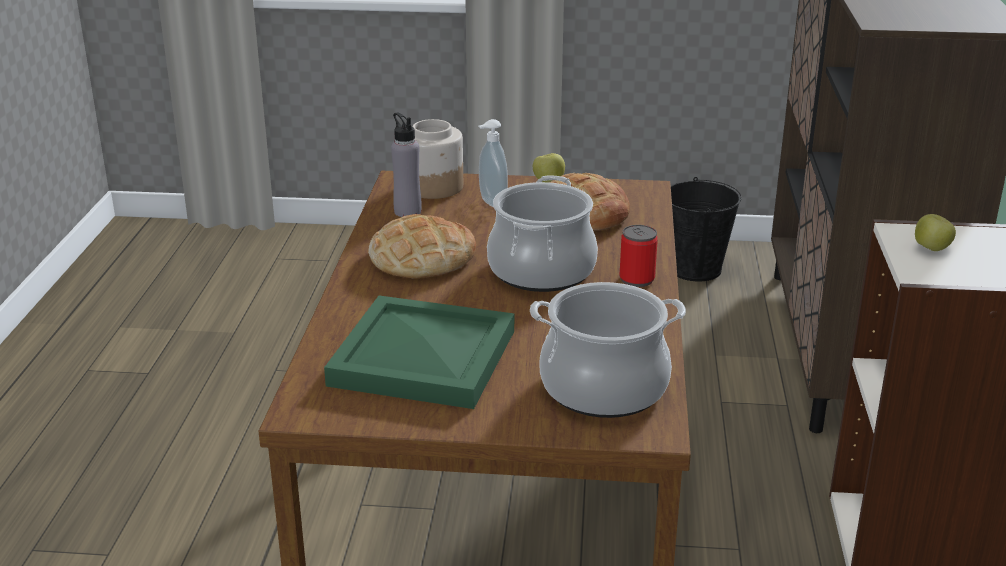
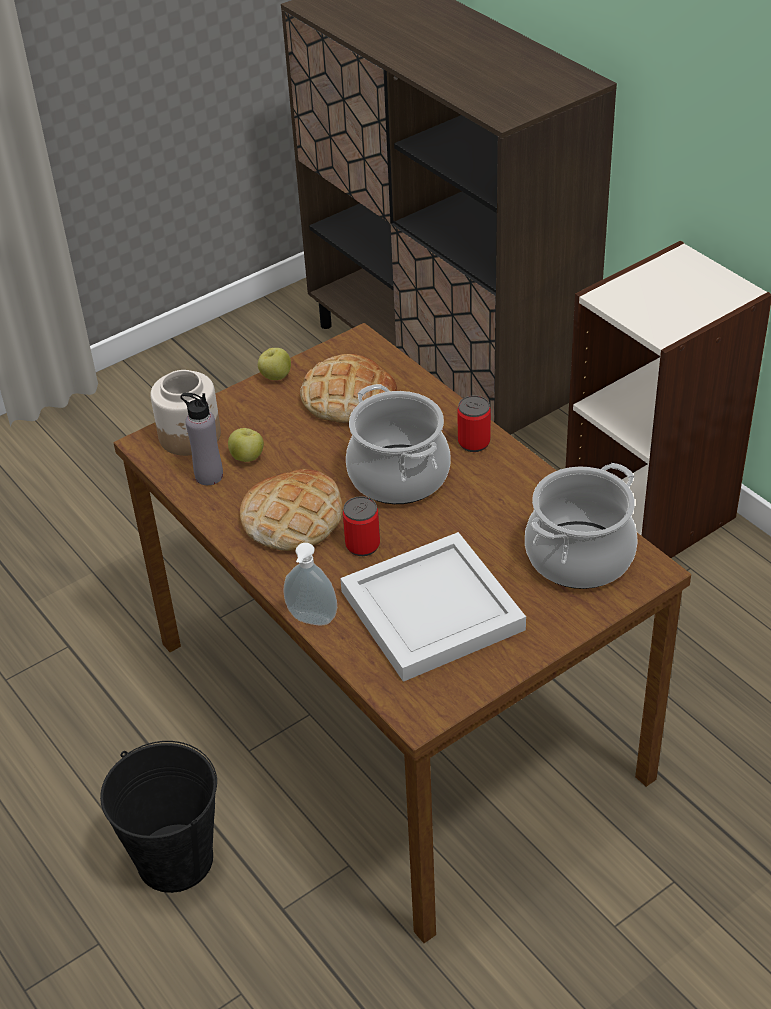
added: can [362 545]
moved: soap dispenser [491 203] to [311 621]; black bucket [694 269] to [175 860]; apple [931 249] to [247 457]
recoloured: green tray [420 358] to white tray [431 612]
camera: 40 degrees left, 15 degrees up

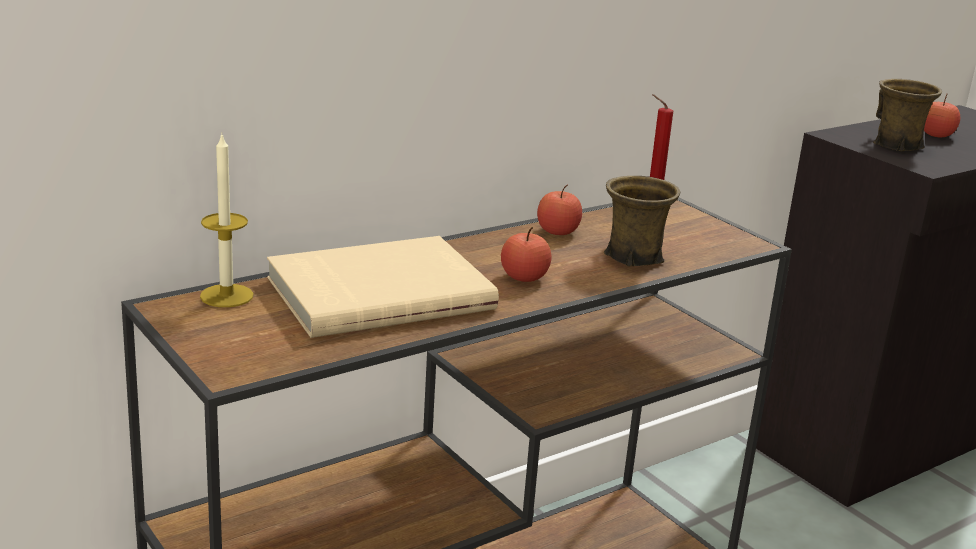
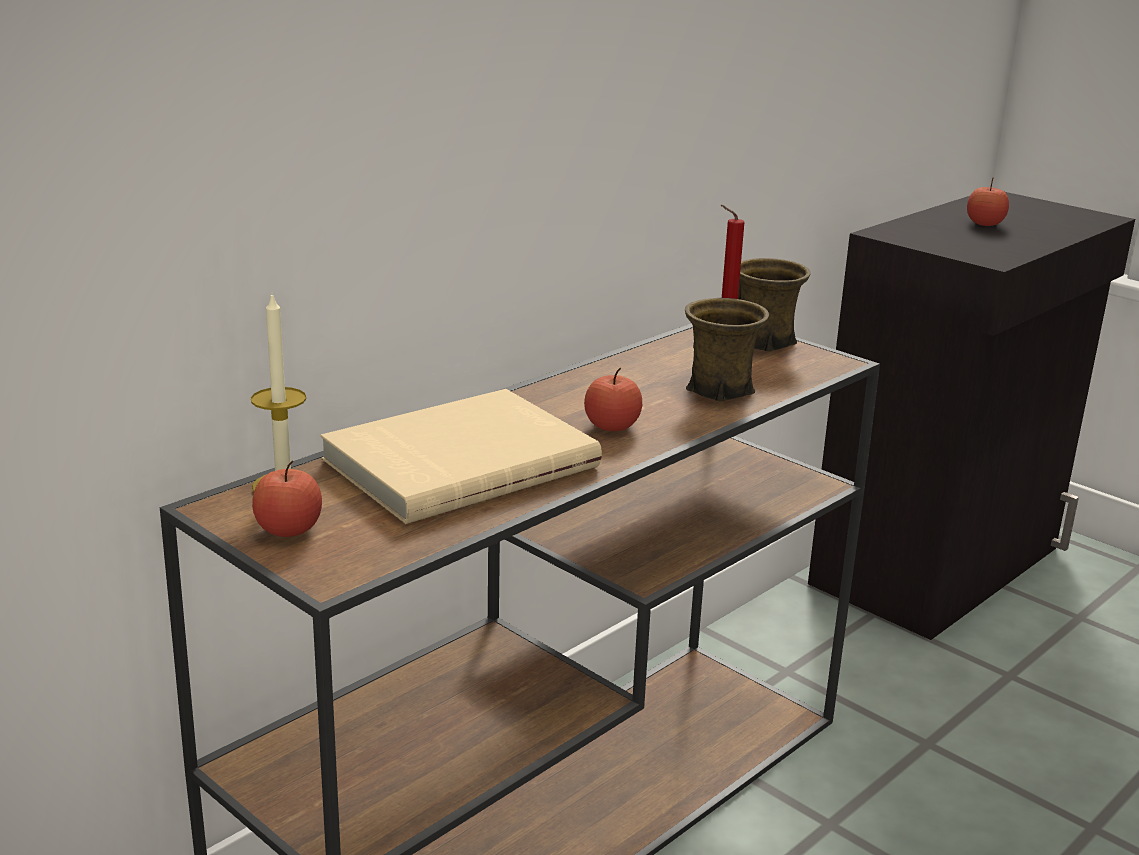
moved: apple [557 232] to [289 530]; brown mug [896 145] to [763 342]
camera: 10 degrees left, 0 degrees up

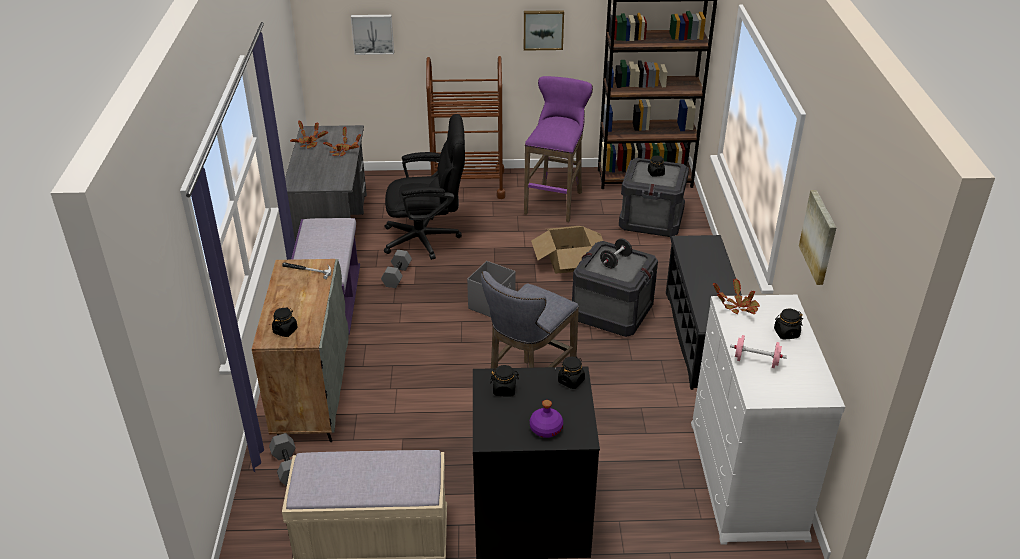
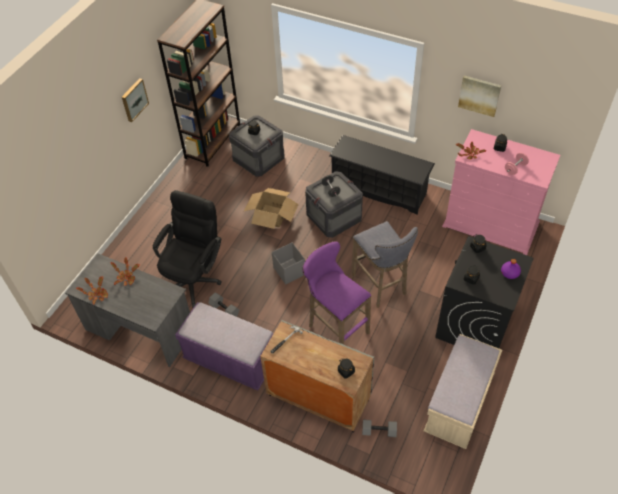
removed: picture [373 33]; brown cart [467 184]
moved: purple stool [555 201] to [336 328]
recoloured: white dresser [747 479] to pink dresser [491 224]
camera: 60 degrees left, 15 degrees up

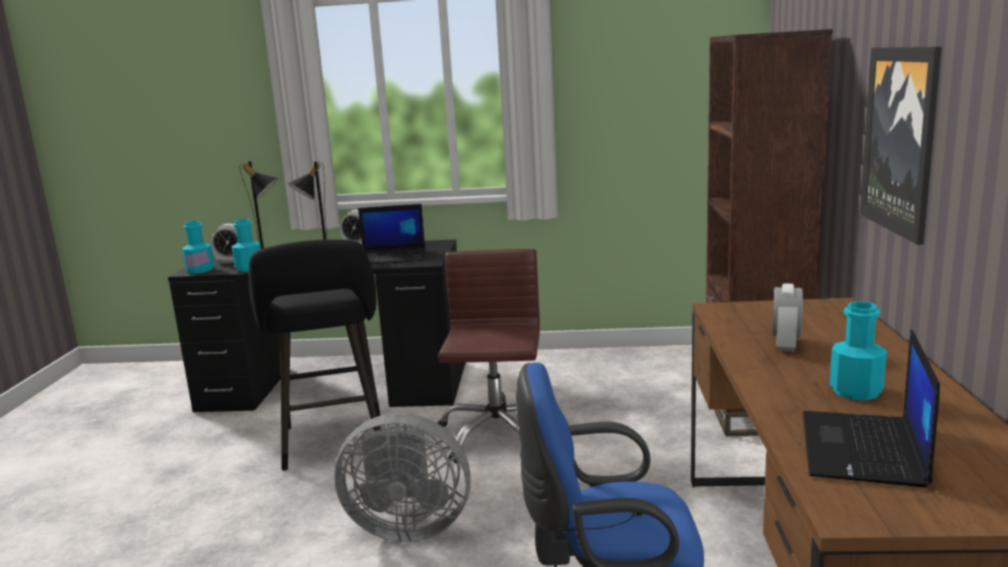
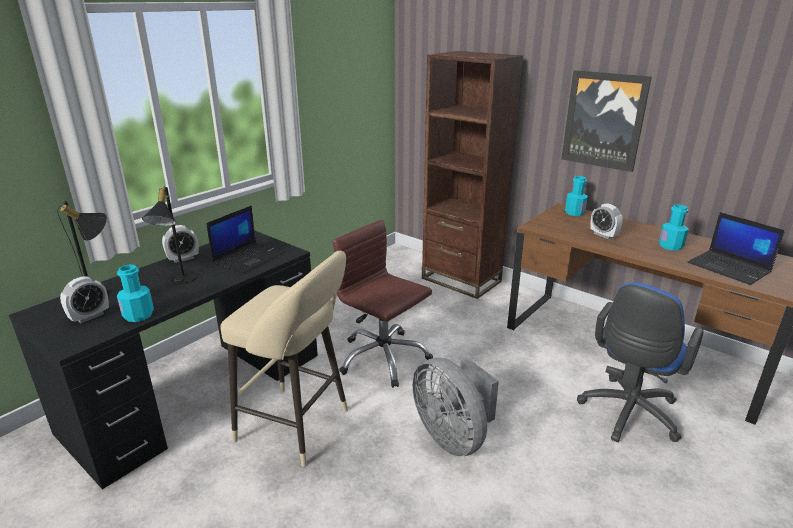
moved: turquoise bottle [200 270] to [574 213]
recoloured: black stool [334 444] to beige stool [298 427]
turned: grey fan [407 527] = [453 436] 105 degrees clockwise
camera: 55 degrees left, 10 degrees up

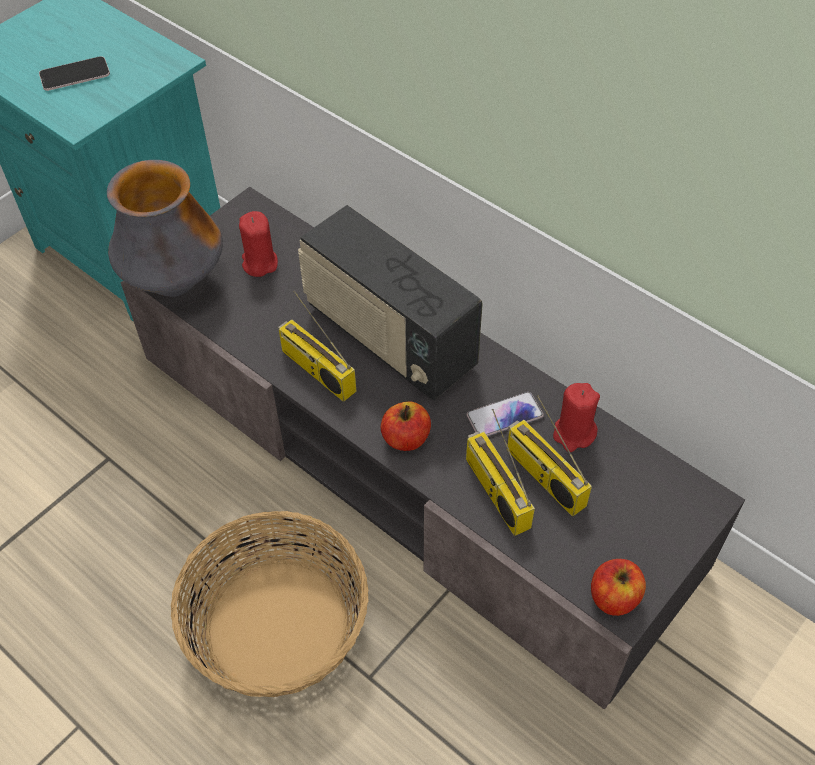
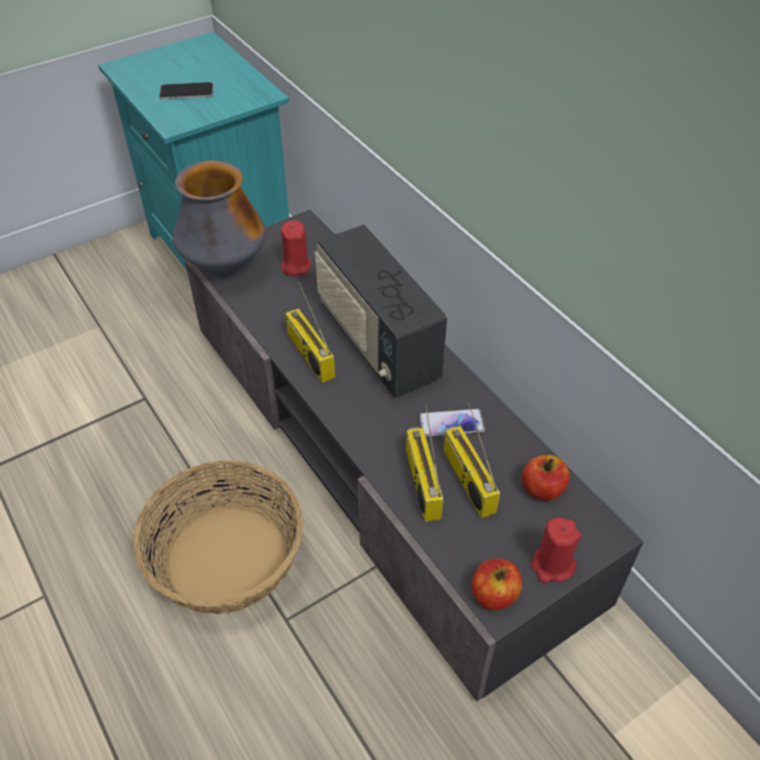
moved: apple [406 438] to [543 489]; red candle [574 433] to [552 565]
camera: 15 degrees right, 5 degrees down

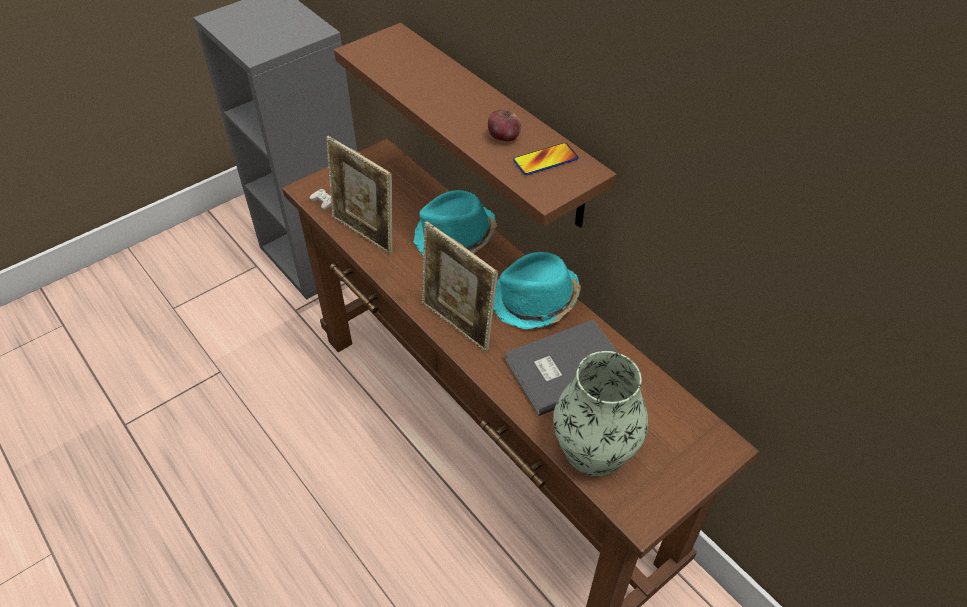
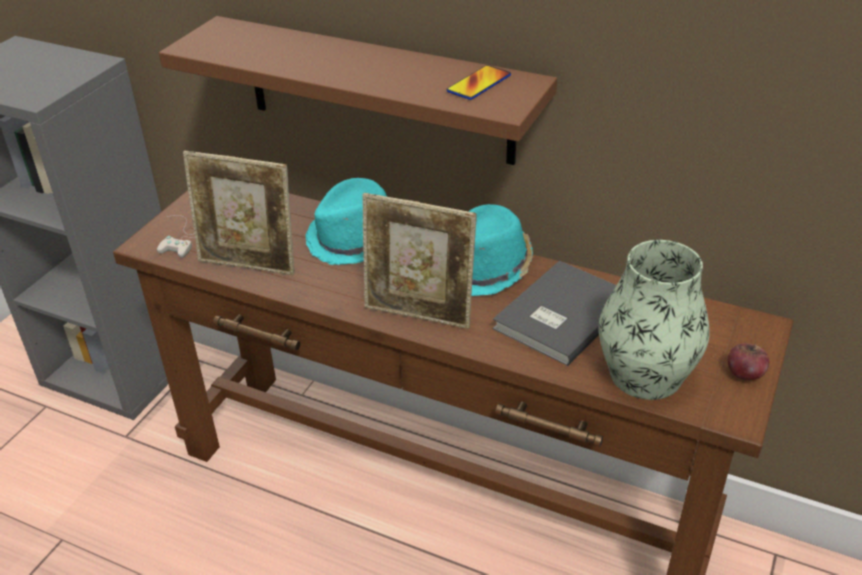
moved: apple [504 137] to [744 374]
camera: 25 degrees left, 10 degrees down

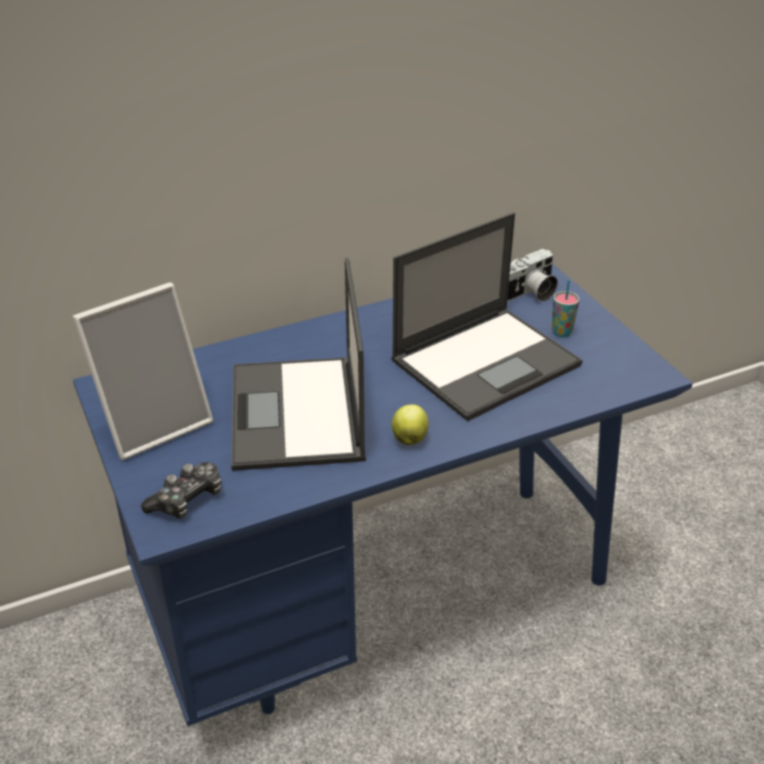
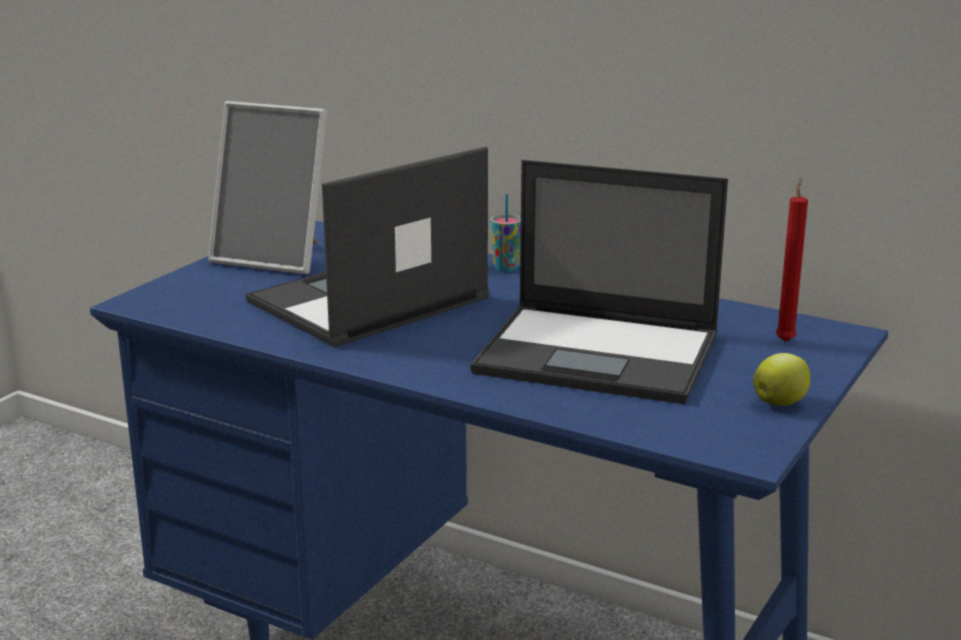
removed: game controller [187 499]
moved: apple [409 438] to [780 403]; cup [561 332] to [506 268]
replaced: photo camera [529 294] to red candle [785 340]
camera: 55 degrees right, 15 degrees down

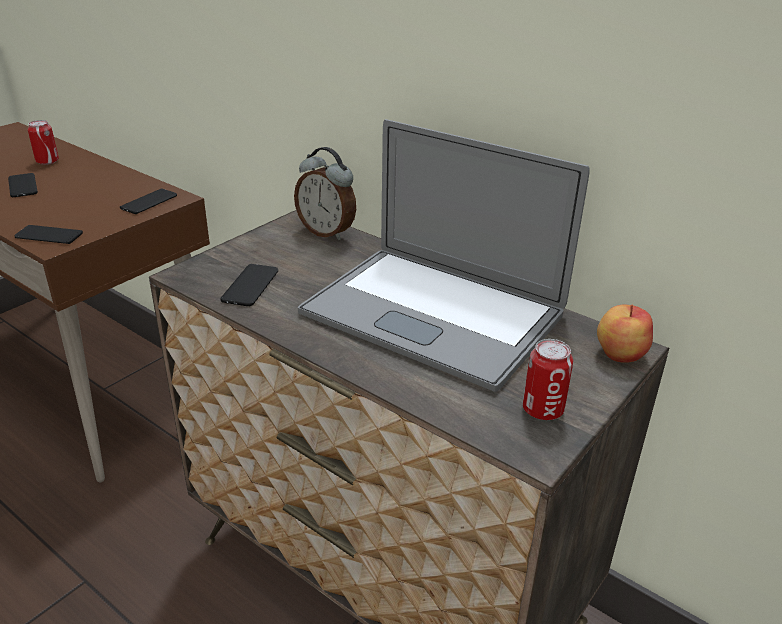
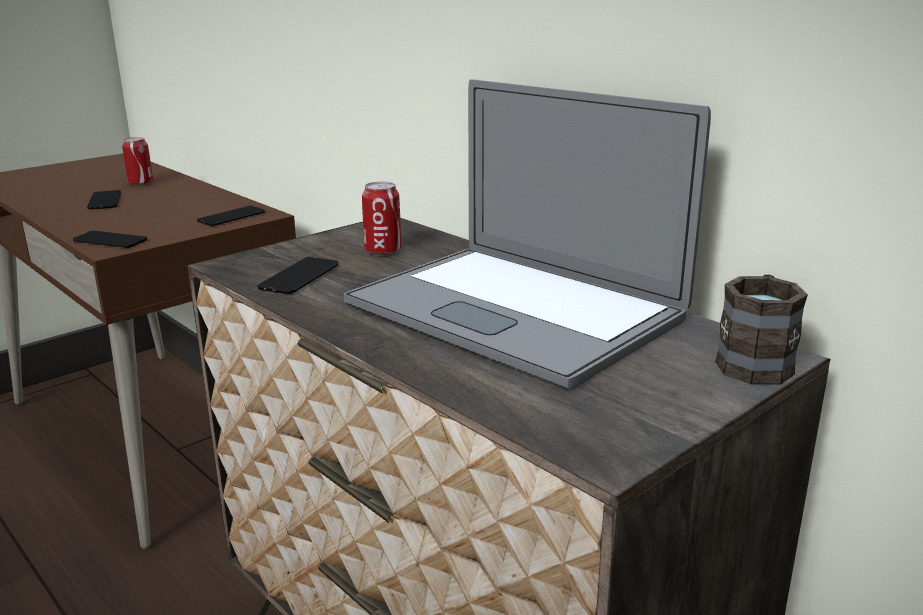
removed: alarm clock [327 232]
moved: can [542 410] to [383 251]
replaced: apple [619 353] to brown mug [755 360]
camera: 10 degrees right, 10 degrees down

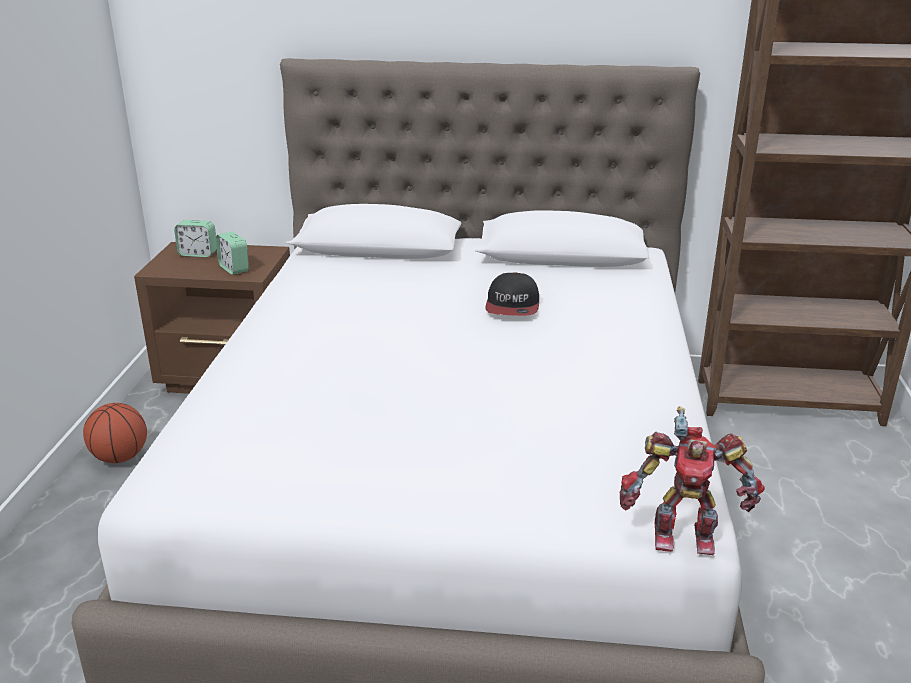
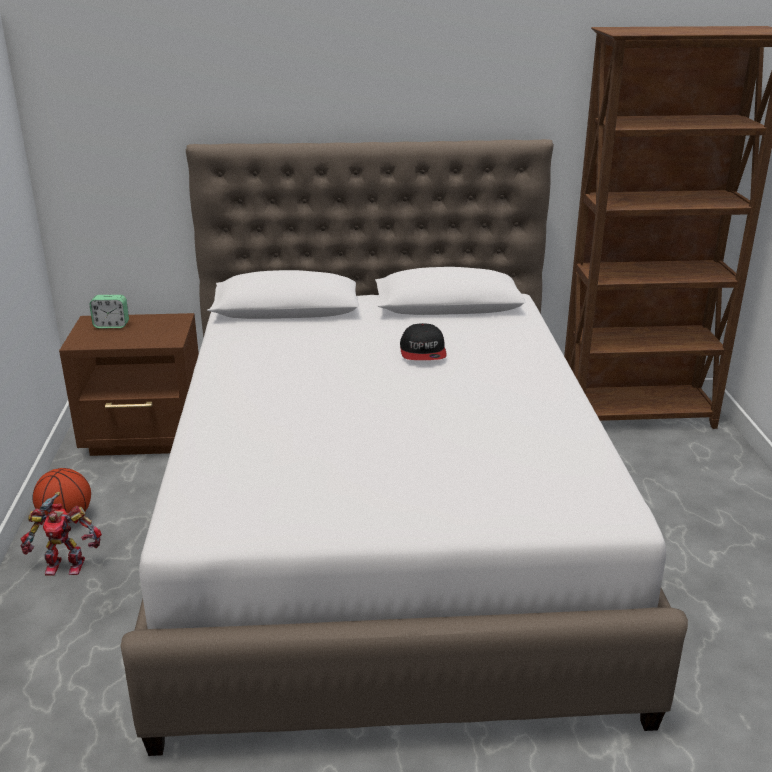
removed: alarm clock [234 269]
moved: toy robot [682 534] to [66 565]
camera: 10 degrees left, 0 degrees up

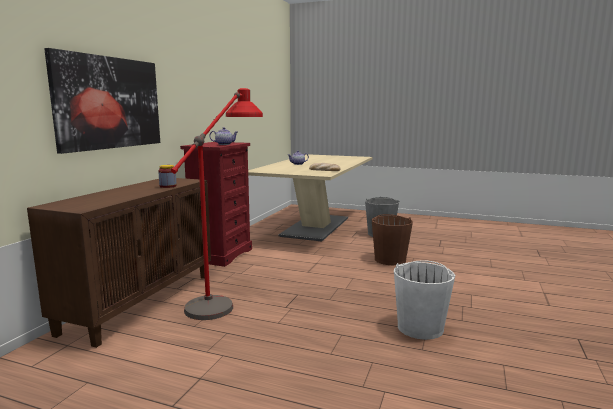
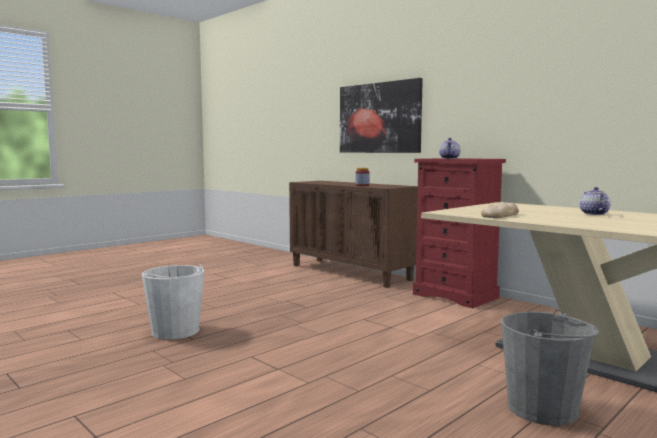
removed: red floor lamp [226 295]; brown bucket [390 259]
camera: 115 degrees right, 5 degrees down

